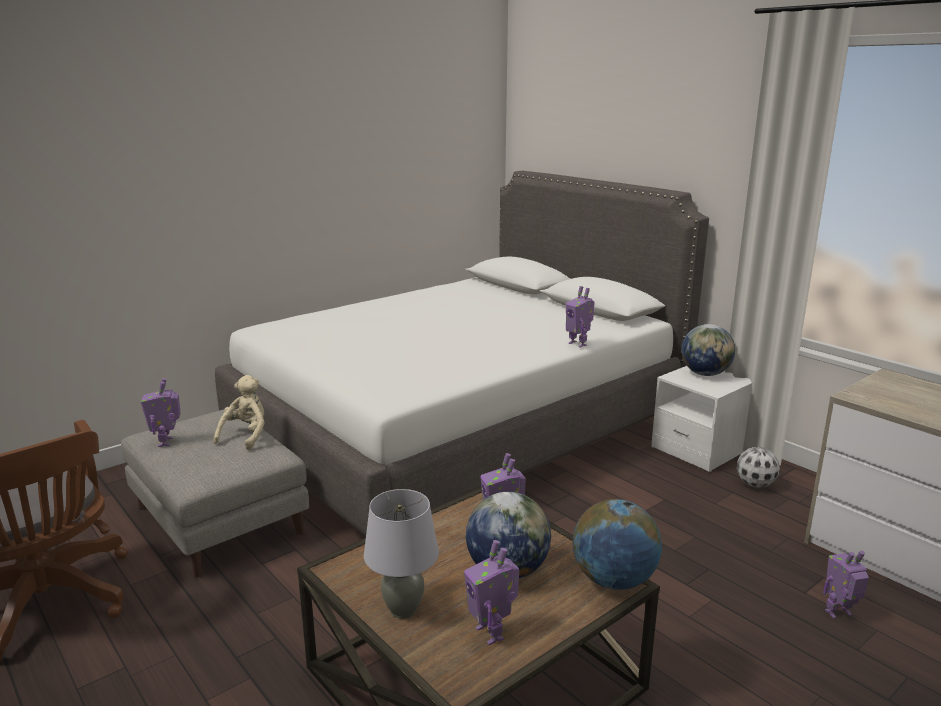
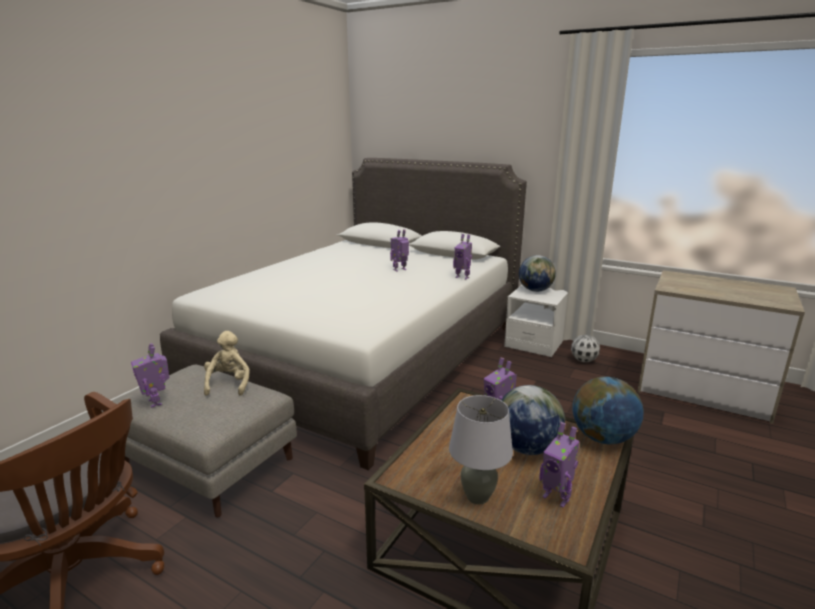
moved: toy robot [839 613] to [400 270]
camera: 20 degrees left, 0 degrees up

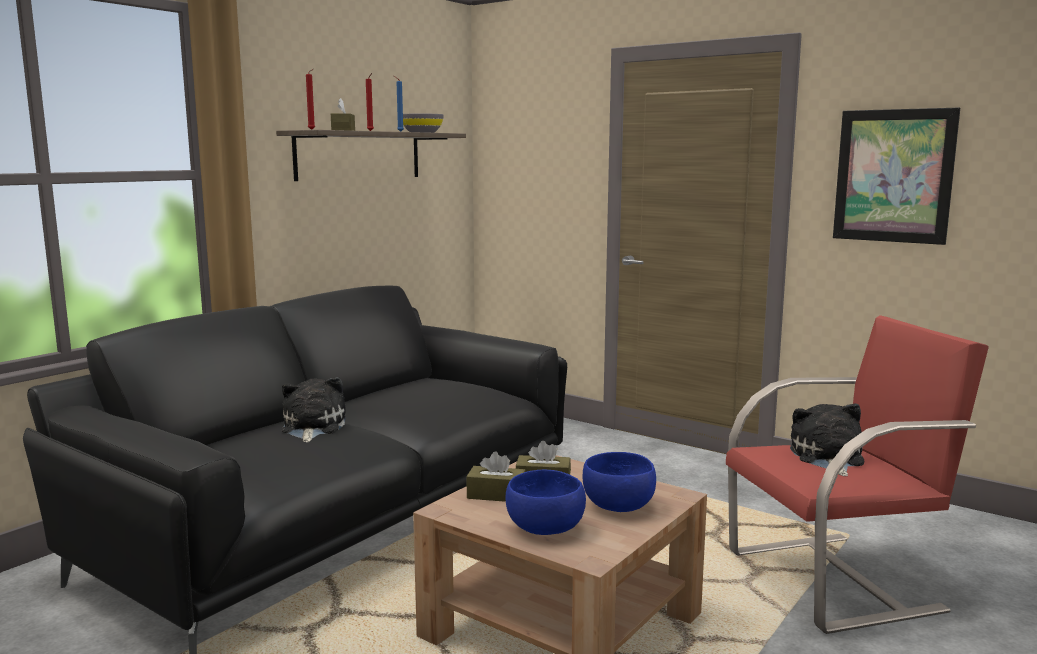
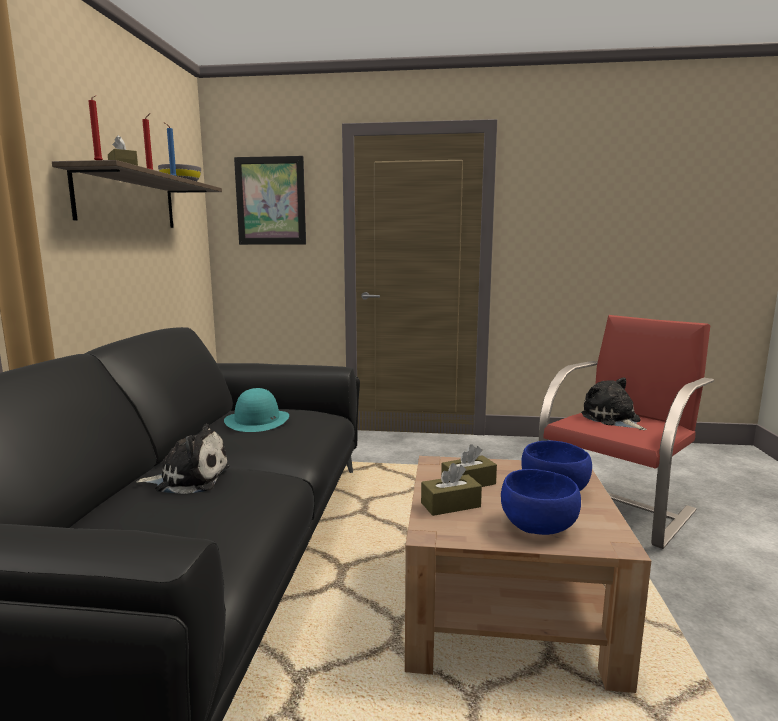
added: turquoise hat [257 420]
moved: picture [893 176] to [271 201]
turned: plush toy [312 427] = [189 479] 120 degrees clockwise
camera: 30 degrees left, 0 degrees up

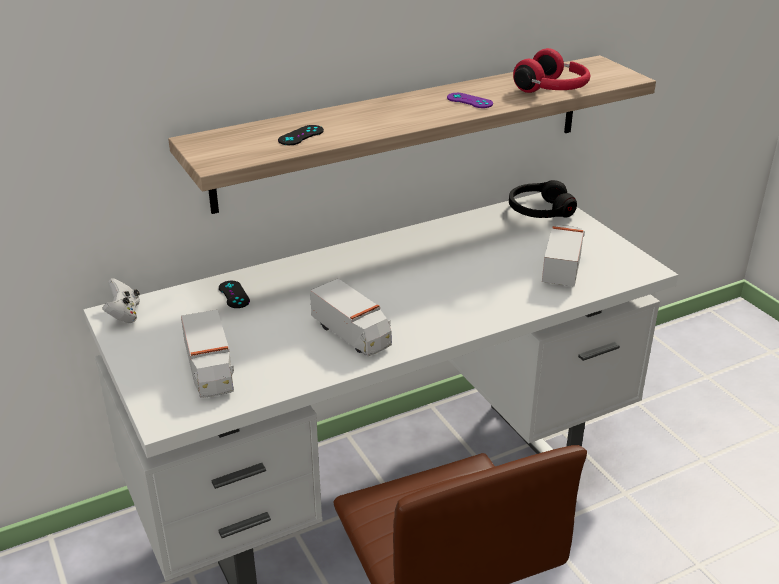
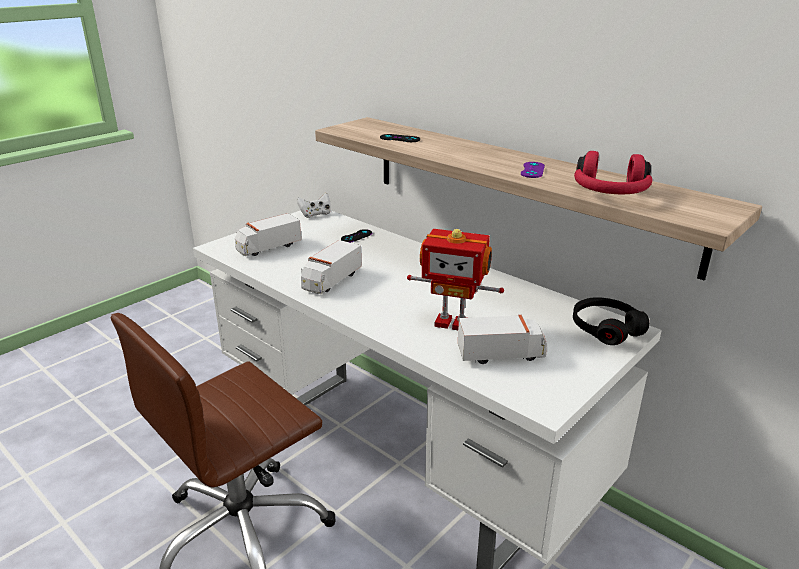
added: toy robot [452 322]
camera: 70 degrees right, 5 degrees down

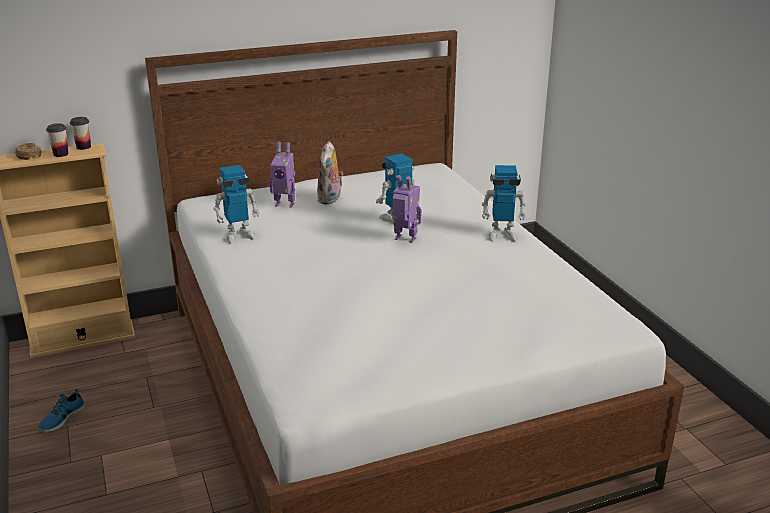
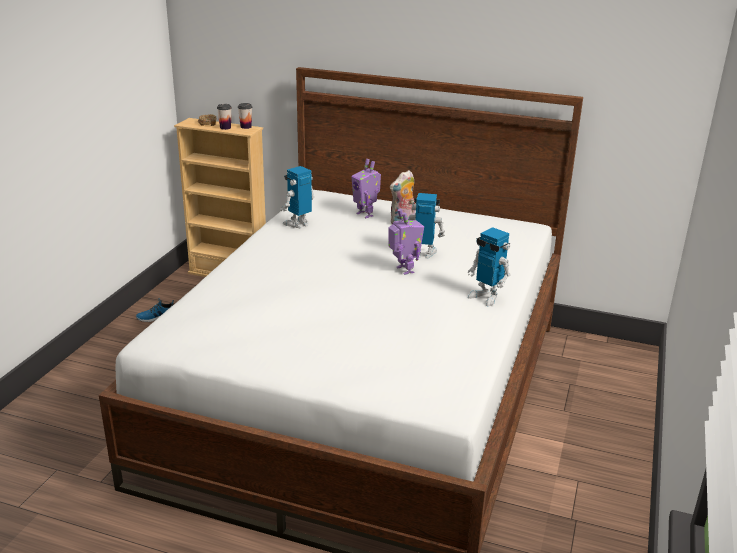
turned: toy robot [238 235] = [298 224] 120 degrees clockwise
camera: 40 degrees right, 0 degrees up

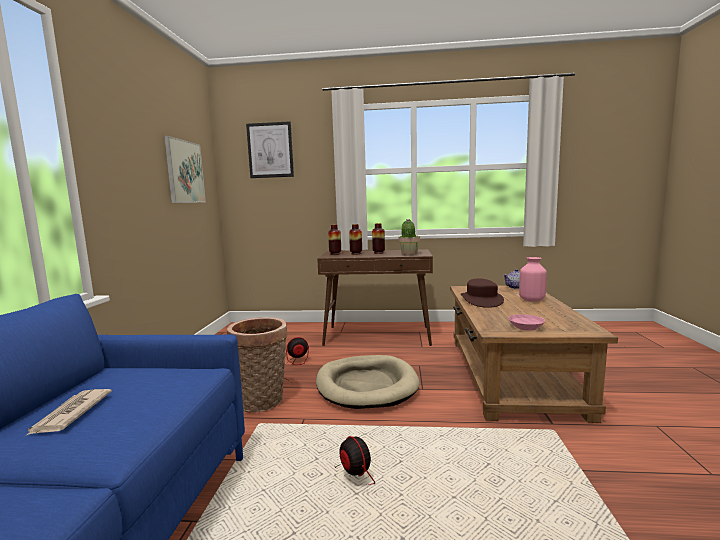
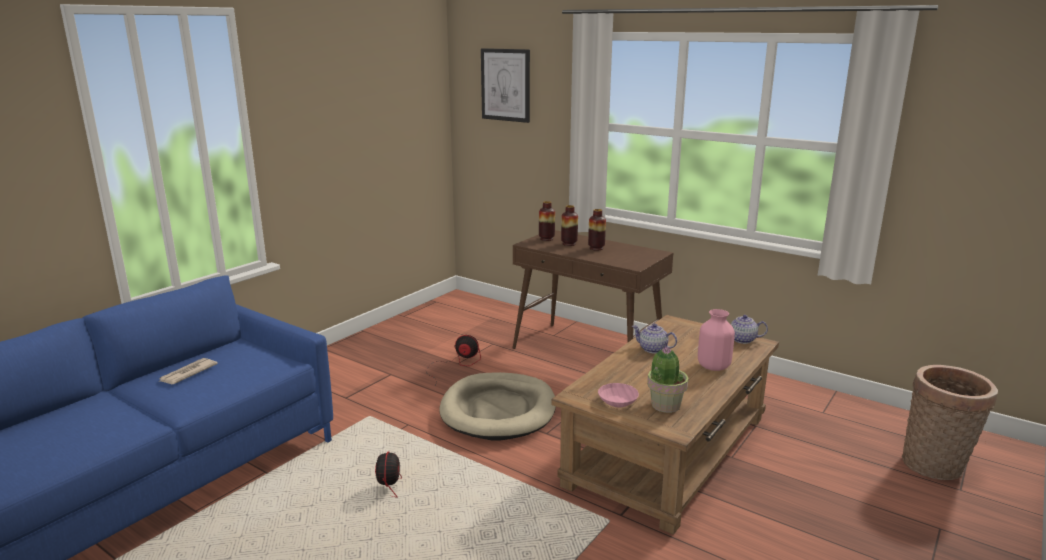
removed: picture [185 172]
moved: basket [263 401] to [936 466]; potted plant [409 254] to [665 405]
replaced: brown hat [481 300] to teapot [653 349]
camera: 30 degrees right, 10 degrees up

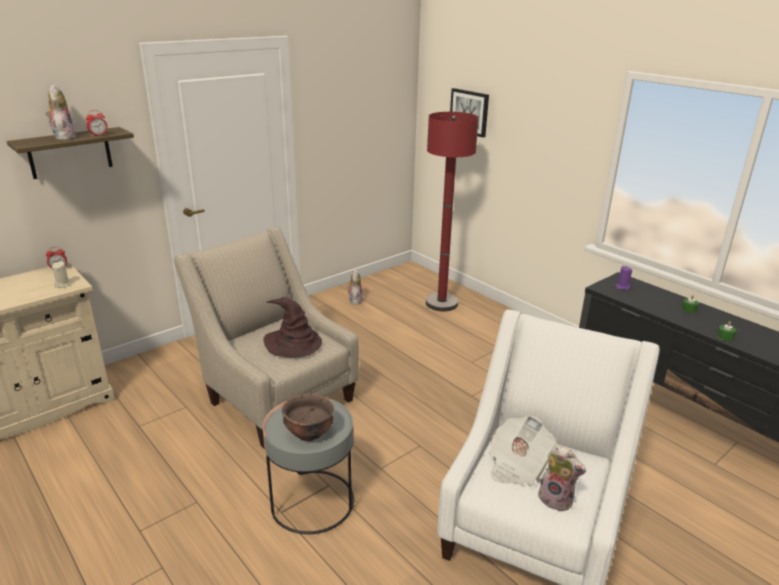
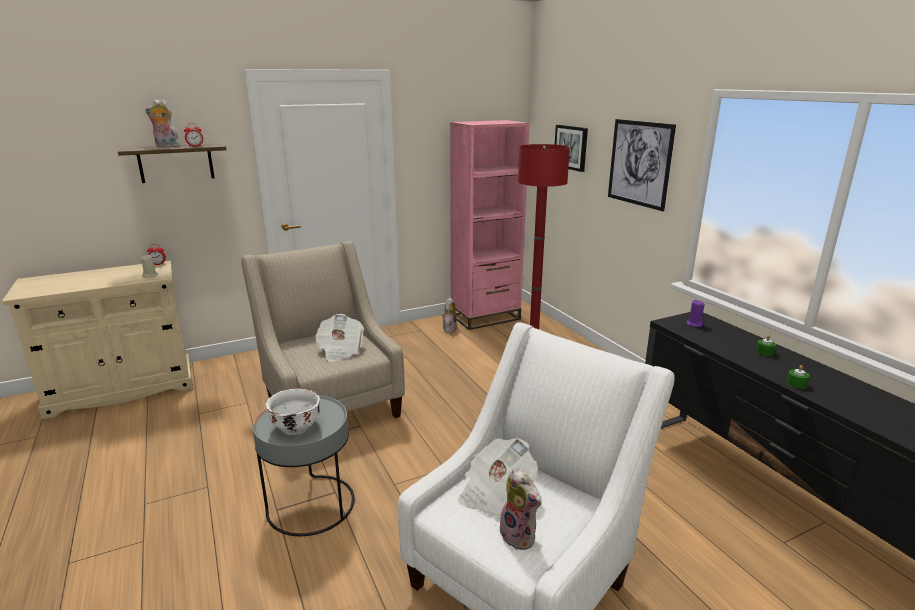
added: pink bookcase [485 317]; picture [639 163]
replaced: brown hat [293 343] to newspaper [340 350]
recoloured: brown bowl [308 433] to white bowl [295 427]
turned: plush toy [63 137] = [166 146] 90 degrees counterclockwise
camera: 15 degrees right, 5 degrees down

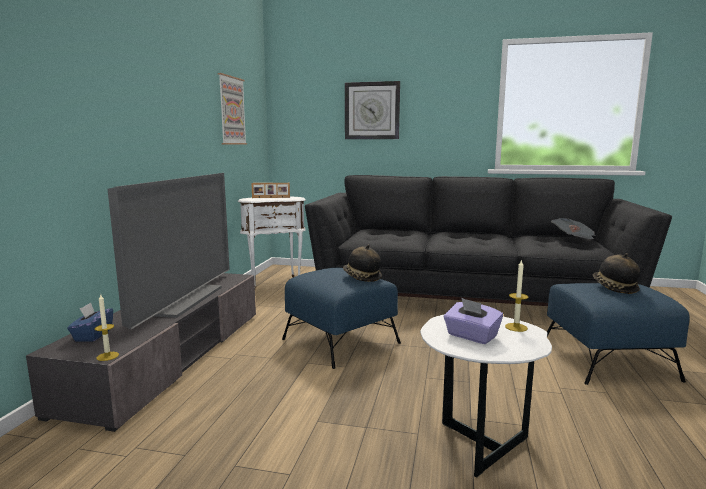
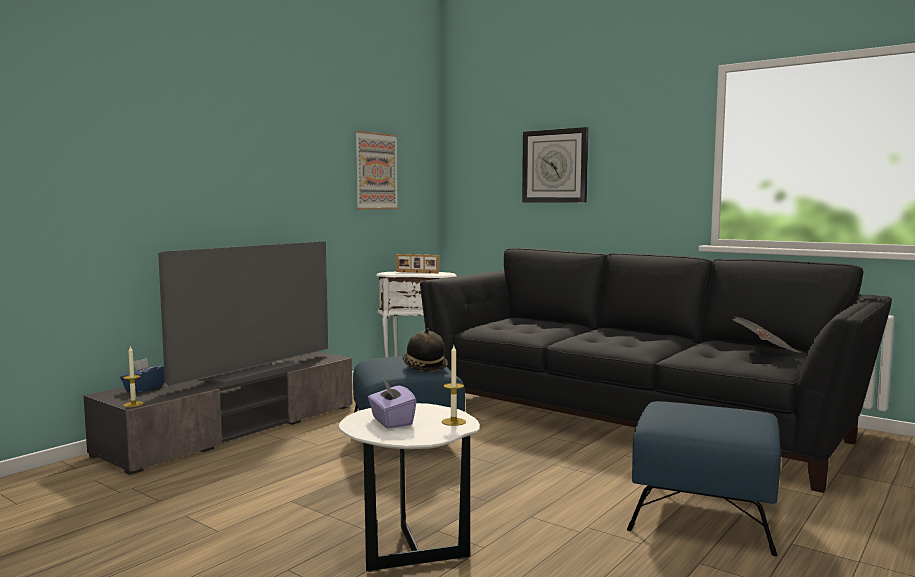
removed: hat [614 288]
camera: 25 degrees right, 5 degrees down

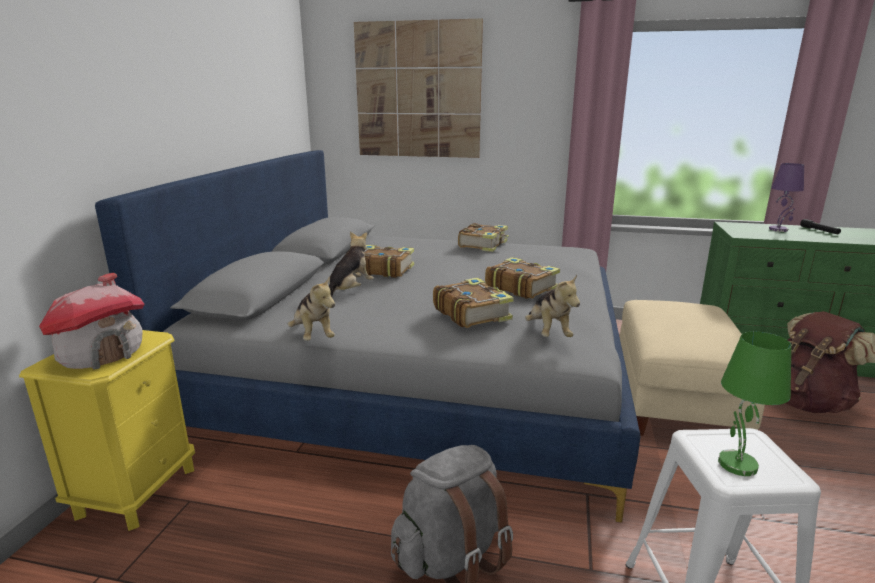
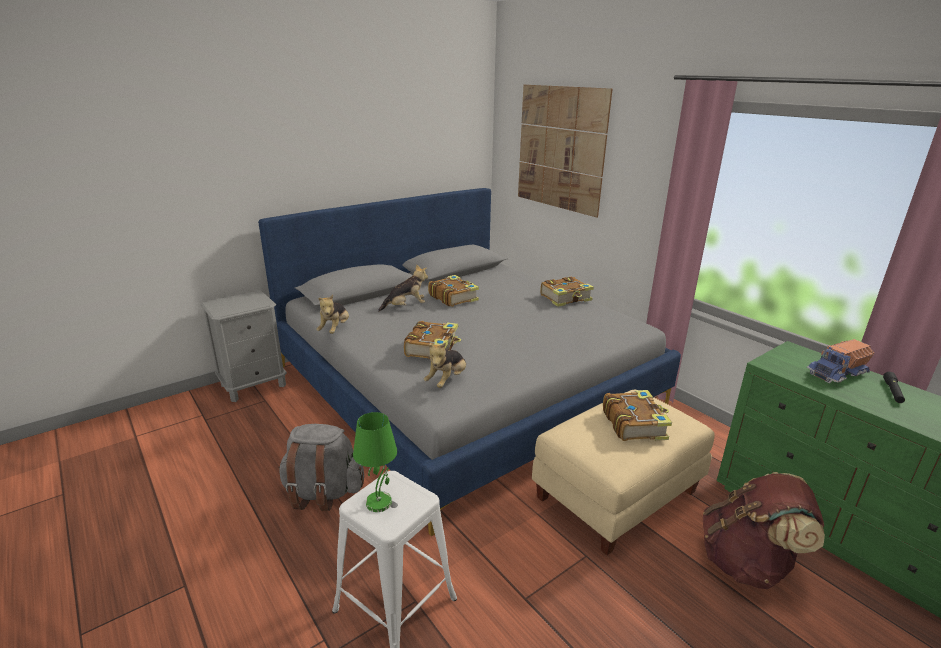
removed: toy house [102 354]
moved: book [520 287] to [634 423]
replaced: purple table lamp [778 229] to toy truck [837 373]
recoloured: yellow nightstand [136 491] to grey nightstand [253 385]
camera: 40 degrees right, 5 degrees up

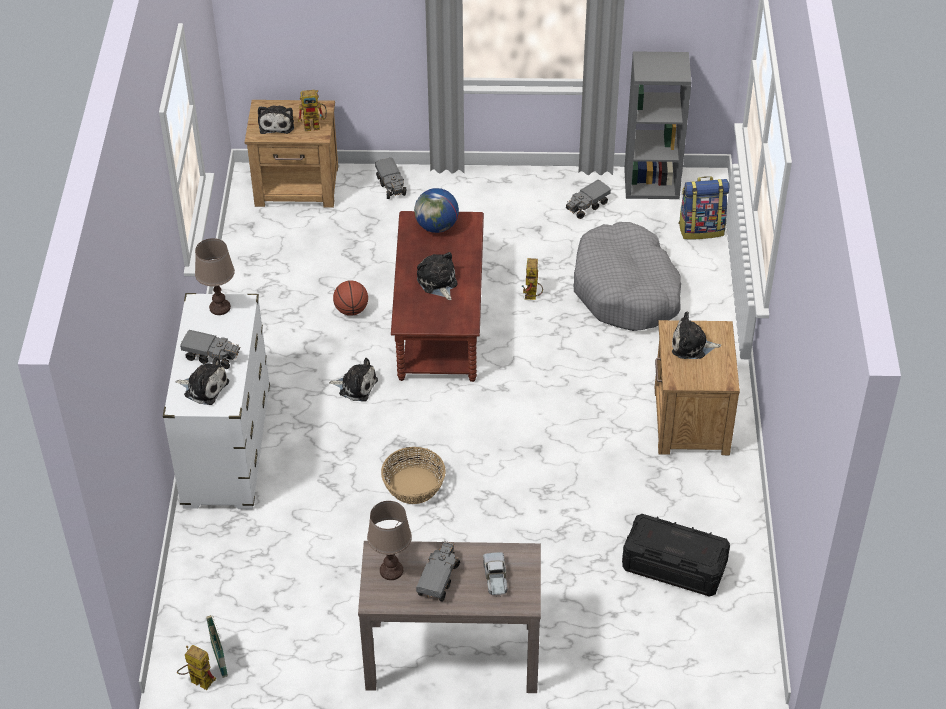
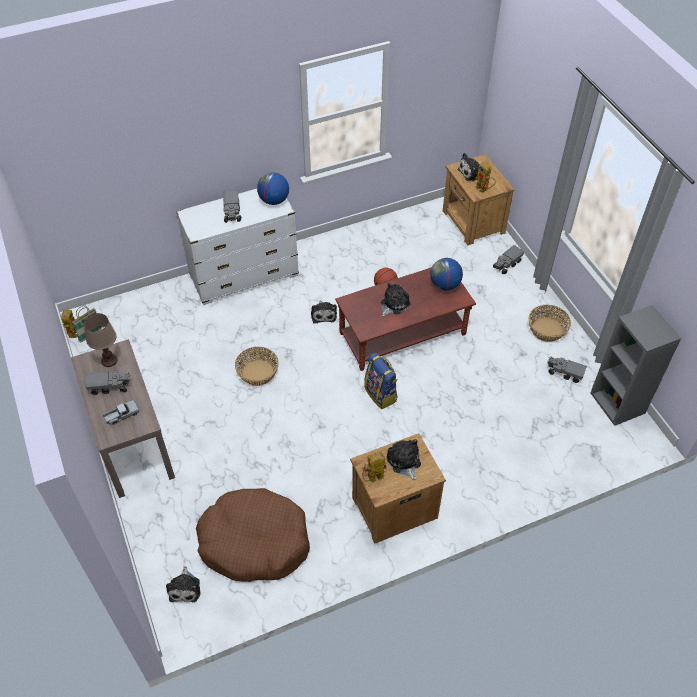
removed: grey dog bed [626 290]
added: basket [546 330]
moved: plush toy [204 387] to [185 588]; toy robot [532 297] to [372 479]; backpack [701 229] to [381 394]
replaced: brown table lamp [220 307] to globe [274 200]; black storage box [673 566] to brown dog bed [254 542]
camera: 65 degrees right, 5 degrees up

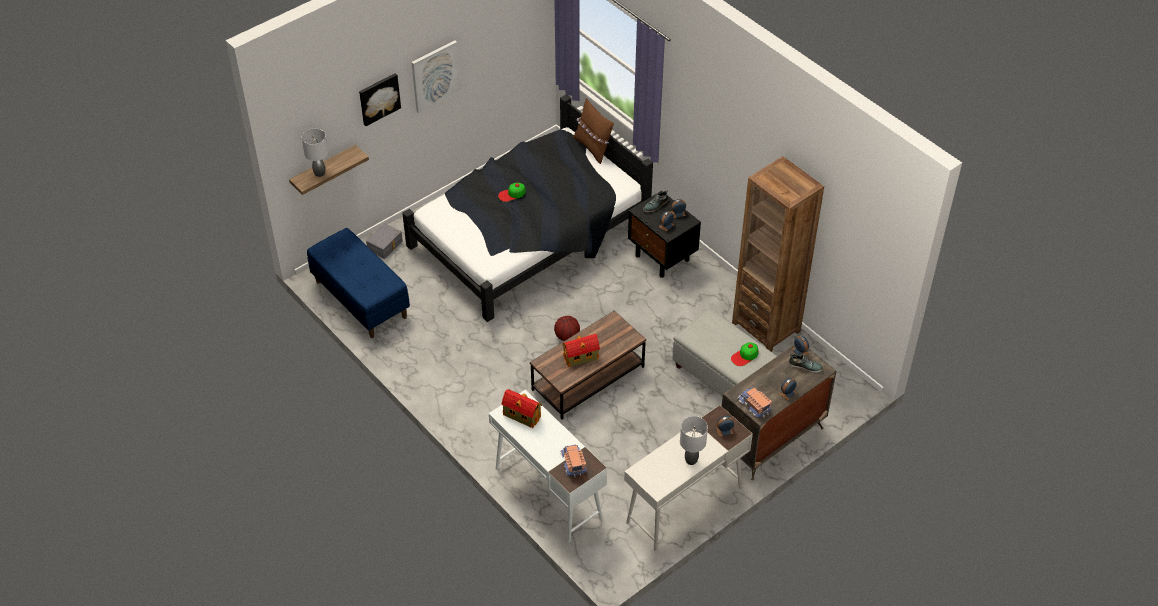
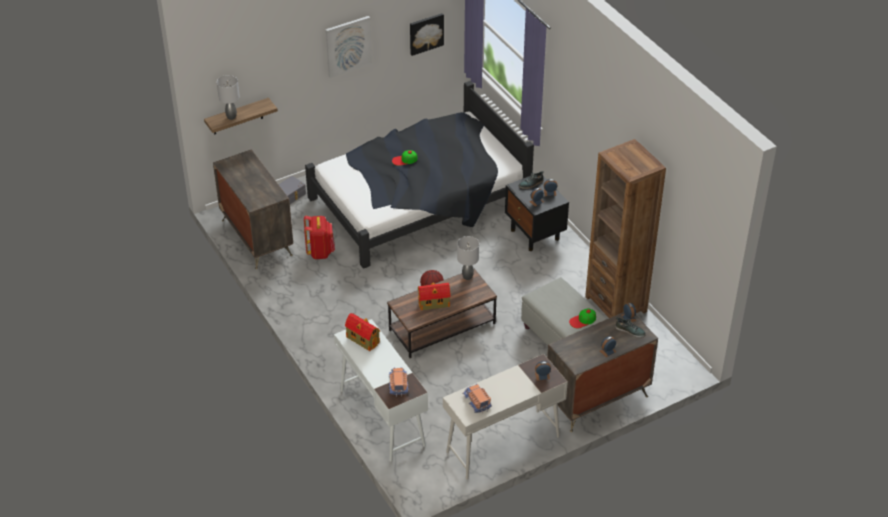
removed: brown pillow [593 148]
added: red backpack [320 252]
moved: picture [379 98] to [426 33]; grey table lamp [691 460] to [468 277]; toy truck [754 406] to [476 402]
replaced: blue bench [360 299] to dresser [256 237]
camera: 10 degrees right, 5 degrees down

